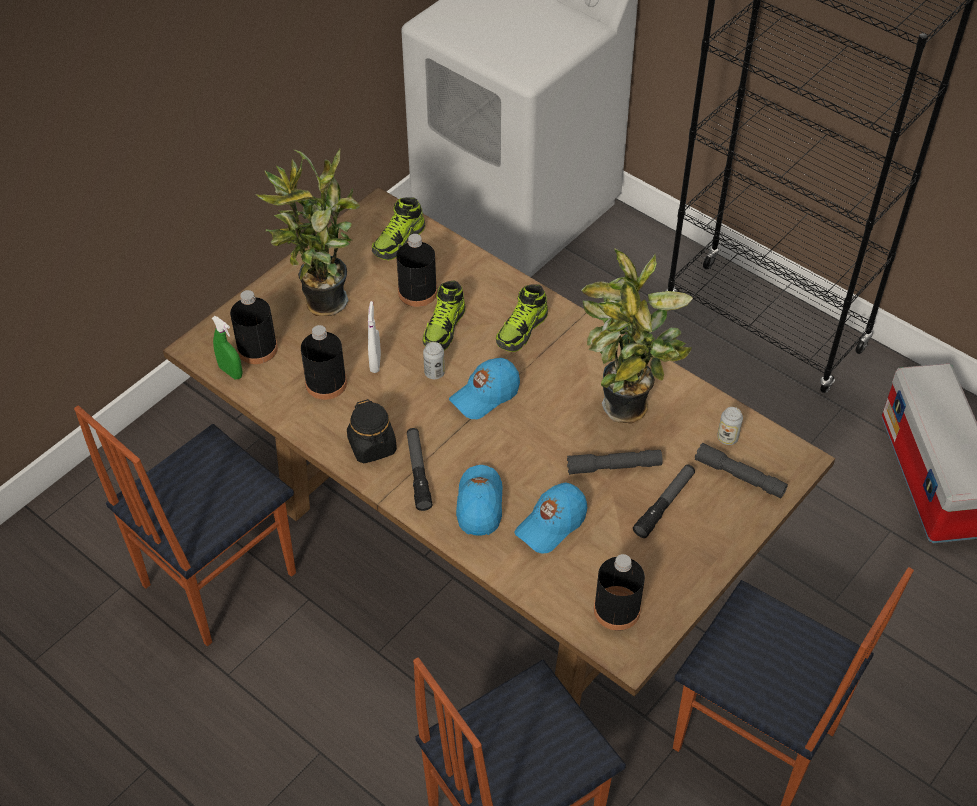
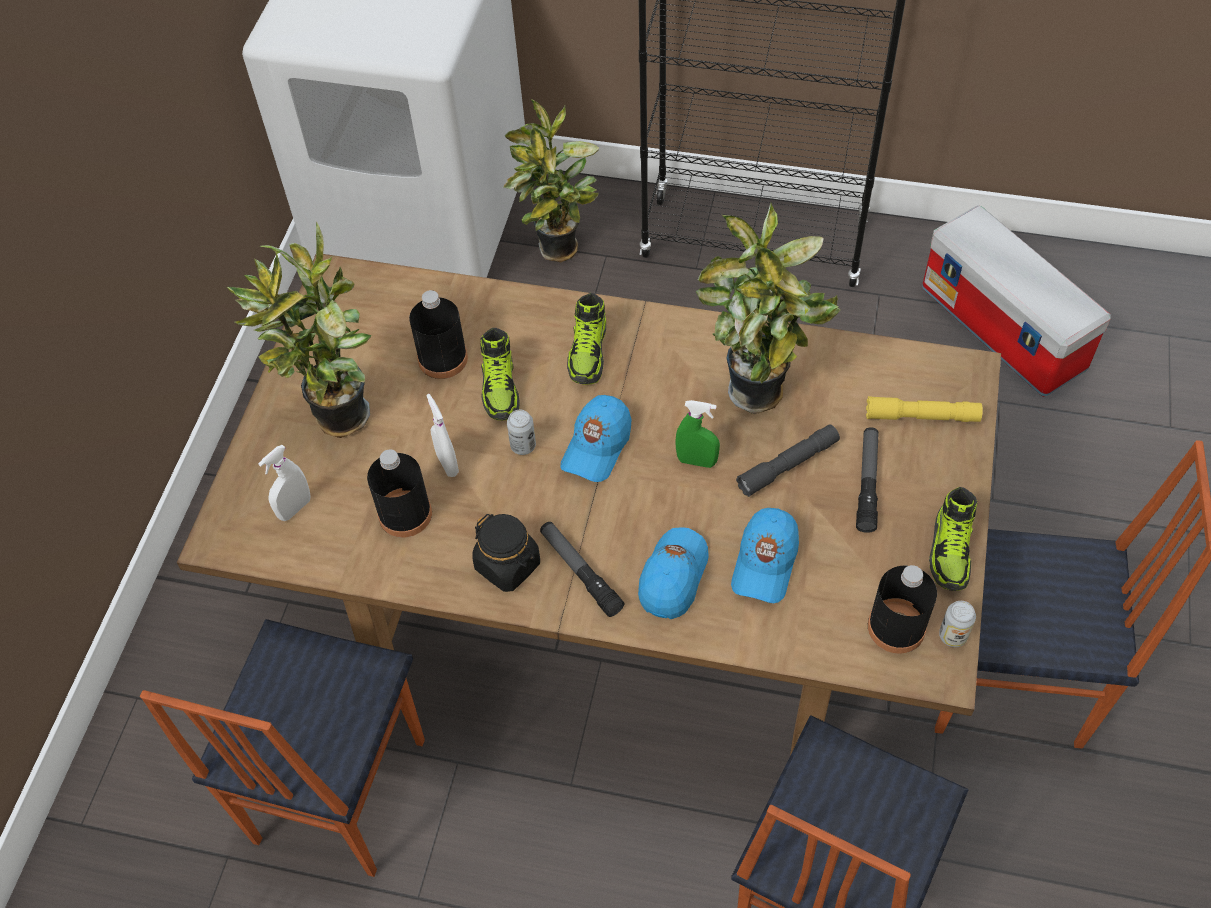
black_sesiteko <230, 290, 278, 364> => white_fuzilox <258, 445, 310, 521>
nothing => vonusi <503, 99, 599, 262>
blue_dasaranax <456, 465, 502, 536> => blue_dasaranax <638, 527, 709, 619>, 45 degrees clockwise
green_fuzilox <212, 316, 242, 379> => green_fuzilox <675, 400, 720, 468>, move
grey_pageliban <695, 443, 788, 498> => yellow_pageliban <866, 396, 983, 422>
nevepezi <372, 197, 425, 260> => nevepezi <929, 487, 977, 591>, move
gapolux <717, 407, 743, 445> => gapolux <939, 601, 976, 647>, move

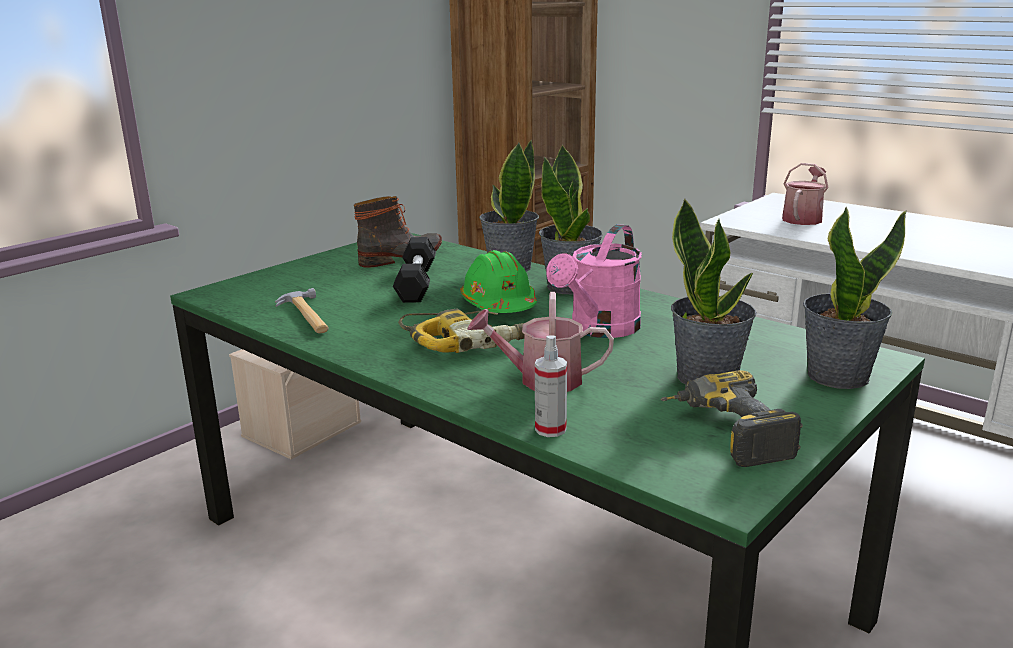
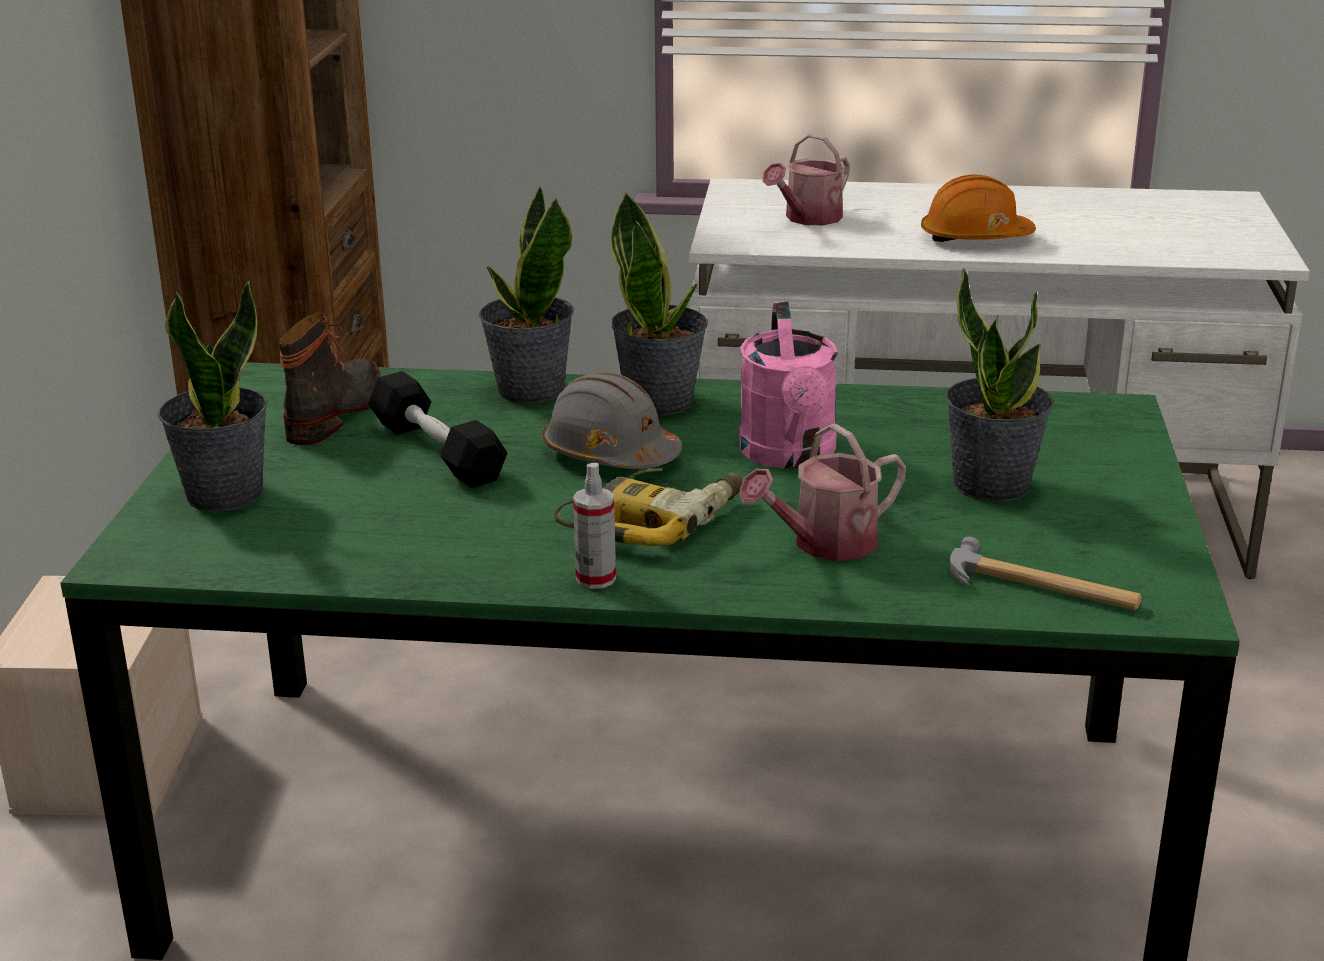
vonusi <803, 206, 907, 389> => vonusi <158, 280, 267, 512>, move
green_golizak <460, 250, 537, 313> => grey_golizak <542, 372, 682, 469>
fuzilox <535, 336, 567, 437> => fuzilox <573, 463, 616, 589>, move
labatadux <782, 163, 829, 225> => labatadux <762, 134, 850, 225>, 135 degrees counterclockwise
nothing => orange_golizak <921, 174, 1036, 242>
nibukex <275, 288, 329, 333> => nibukex <950, 536, 1142, 610>, move
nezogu <660, 370, 803, 467> => nothing

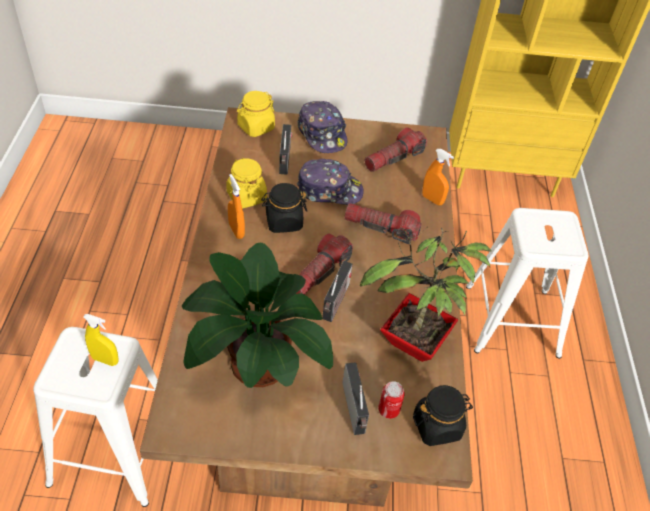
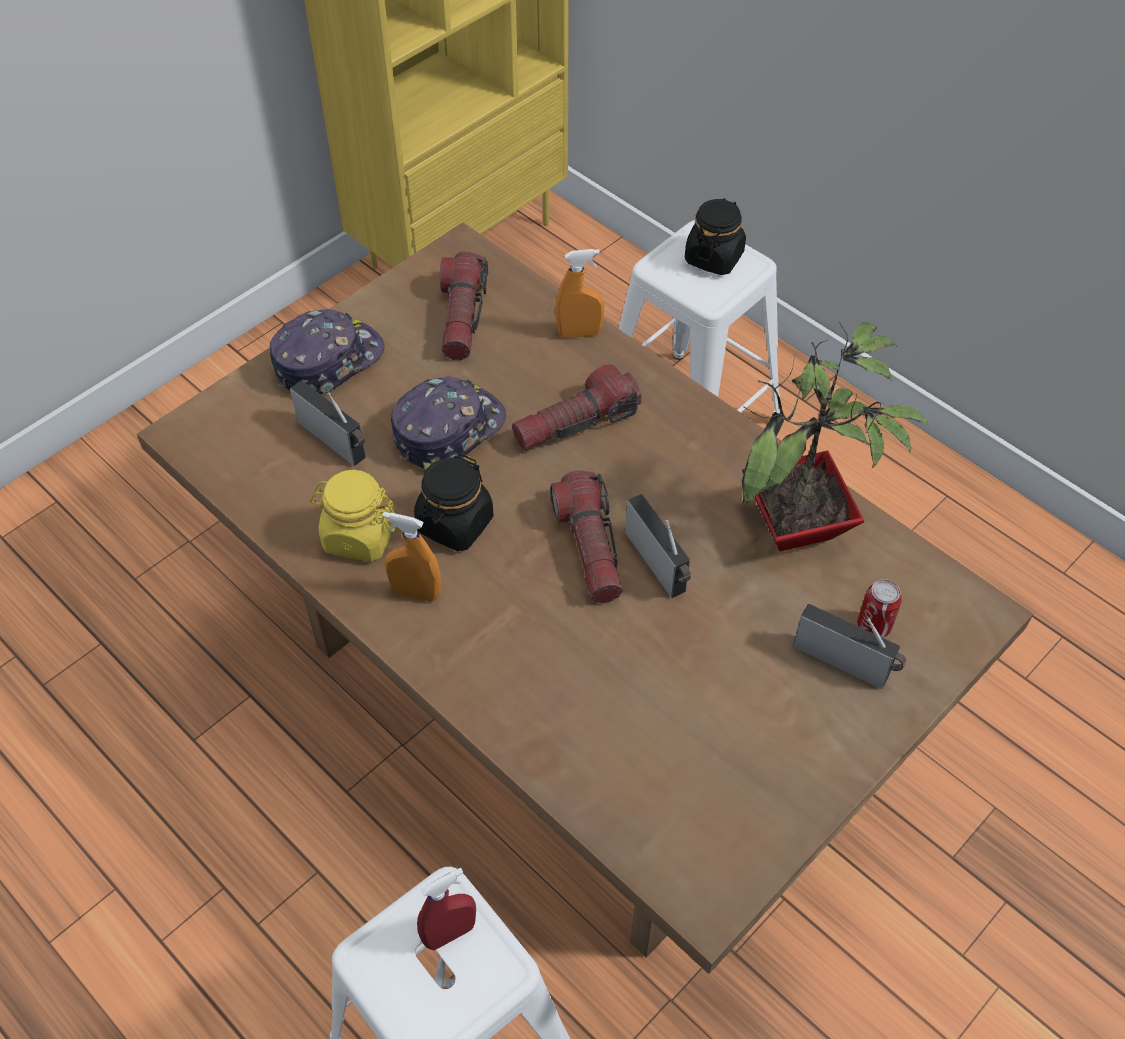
dasaranax <297, 101, 347, 153> => dasaranax <270, 309, 384, 394>, 60 degrees counterclockwise
yellow_fuzilox <83, 314, 118, 366> => red_fuzilox <417, 867, 476, 950>
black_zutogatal <413, 385, 473, 446> => black_zutogatal <685, 198, 746, 275>, move
vonusi <182, 243, 333, 388> => nothing
yellow_zutogatal <237, 91, 275, 137> => nothing

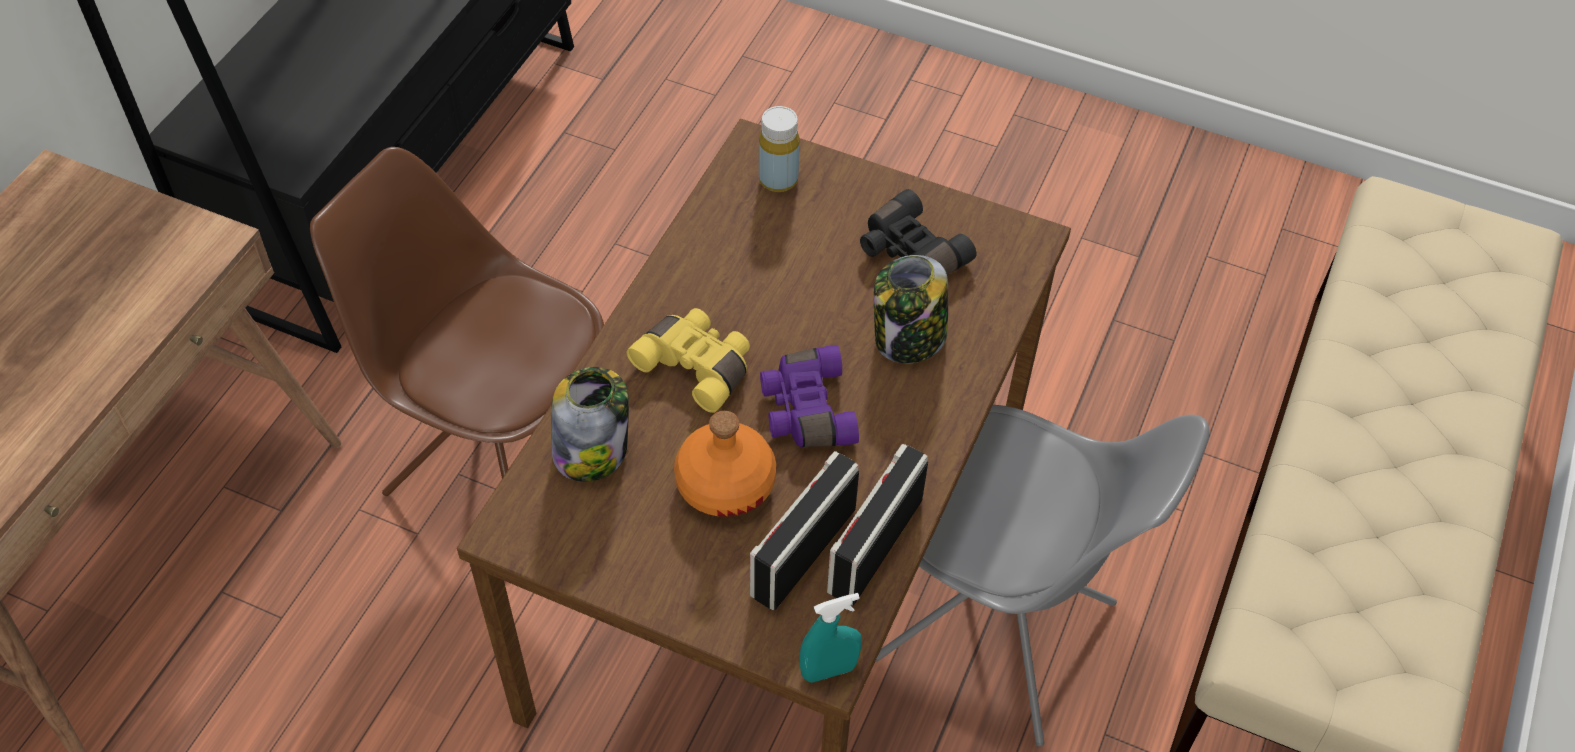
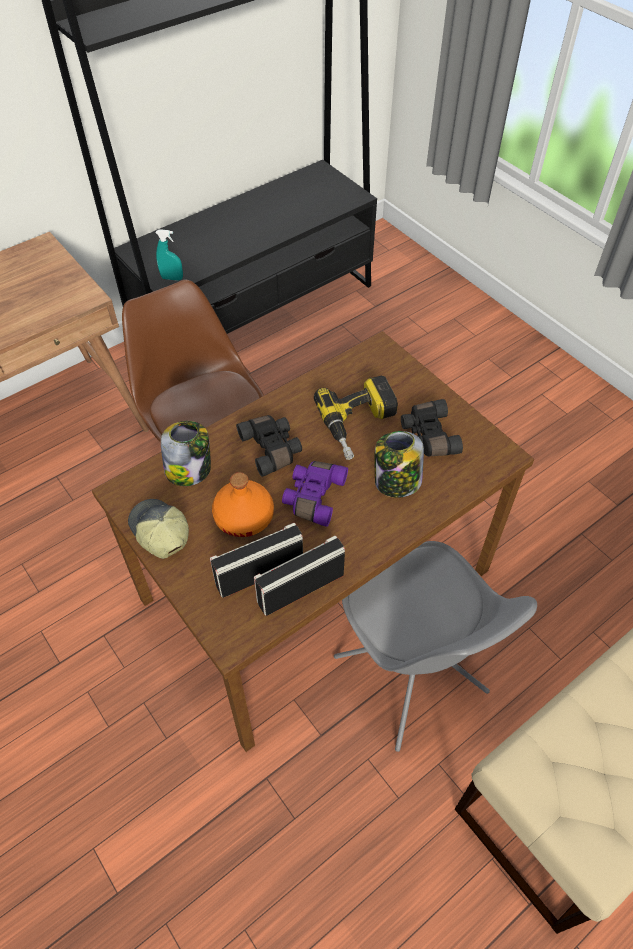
nothing => dasaranax <128, 499, 189, 559>
turquoise_fuzilox <799, 593, 862, 683> => turquoise_fuzilox <155, 229, 183, 281>, move
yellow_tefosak <627, 308, 750, 413> => black_tefosak <236, 415, 302, 477>
nothing => nezogu <314, 376, 398, 460>
yellow_sesiteko <759, 106, 800, 192> => nothing

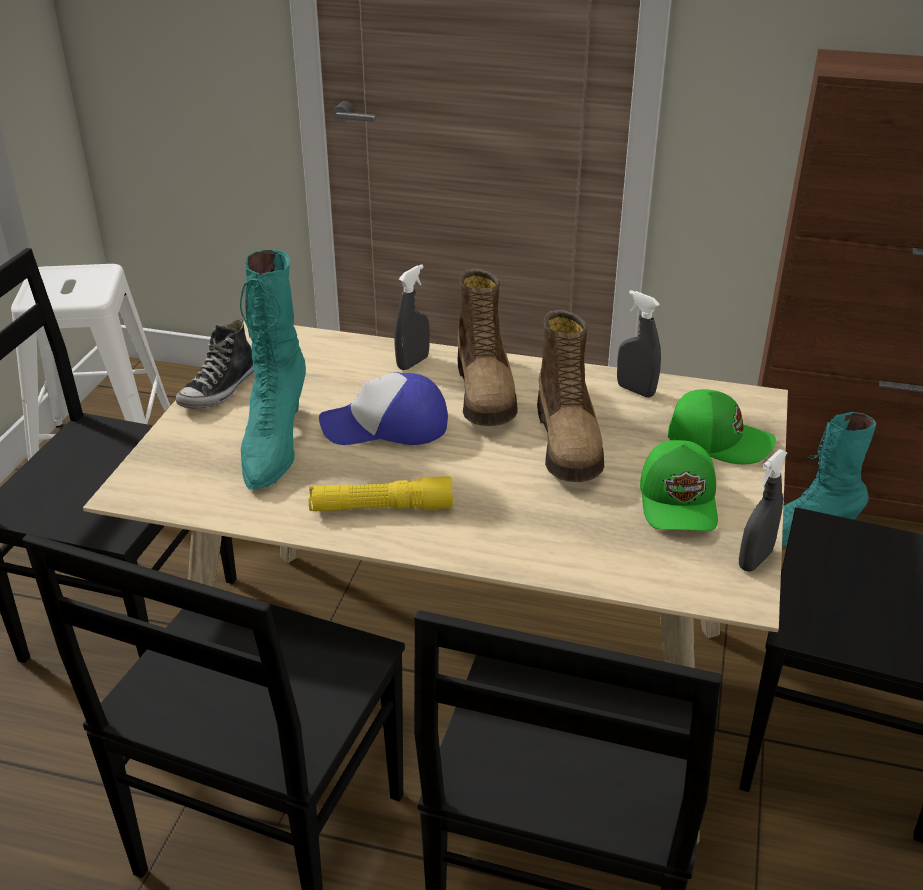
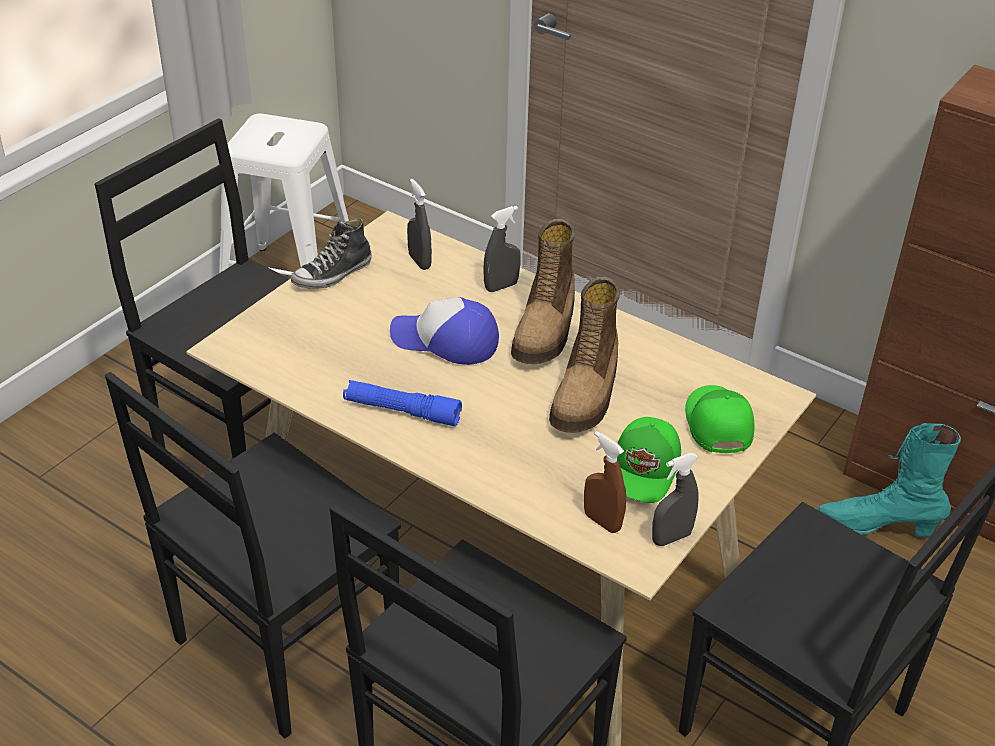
yellow_pageliban <309, 476, 453, 511> => blue_pageliban <343, 380, 462, 426>
grey_fuzilox <617, 290, 661, 398> => grey_fuzilox <407, 179, 432, 270>, move
nothing => brown_fuzilox <584, 431, 626, 533>
green_dasaranax <668, 389, 776, 464> => green_dasaranax <685, 385, 755, 453>, 135 degrees counterclockwise
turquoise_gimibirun <240, 249, 306, 489> => nothing

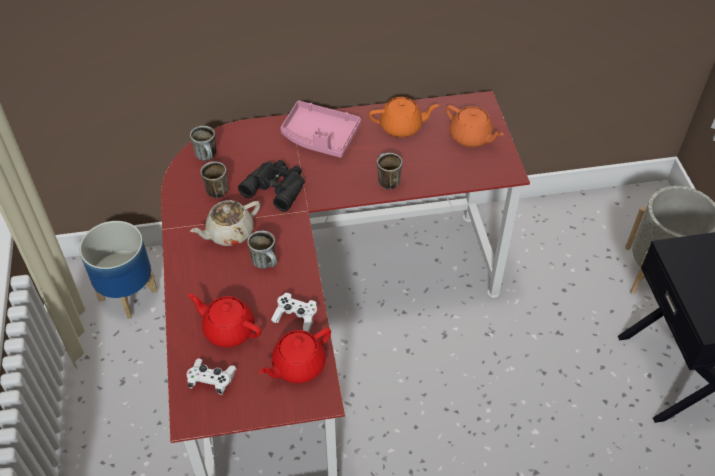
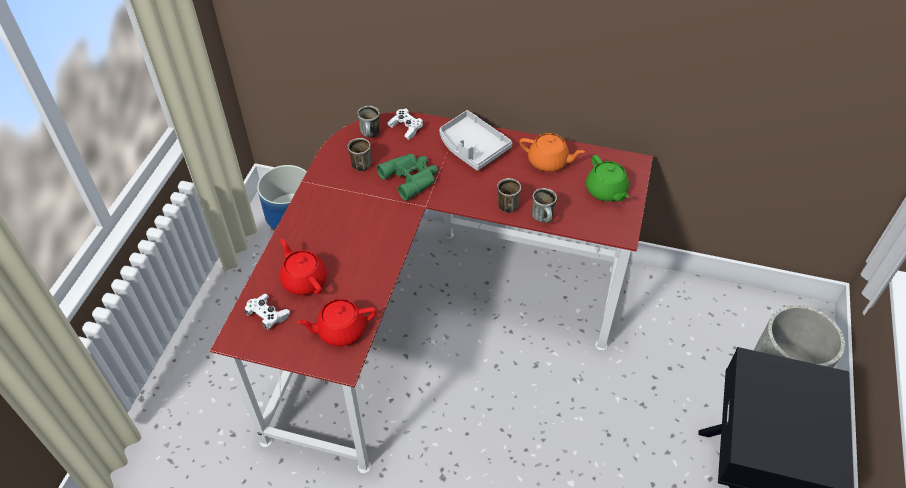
black_tefosak <238, 160, 305, 212> => green_tefosak <377, 154, 438, 201>
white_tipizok <271, 293, 317, 332> => white_tipizok <387, 108, 424, 140>, move
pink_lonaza <280, 101, 361, 158> => grey_lonaza <439, 110, 512, 171>
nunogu <247, 231, 277, 269> => nunogu <532, 188, 557, 223>, move
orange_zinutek <446, 105, 504, 147> => green_zinutek <586, 155, 629, 201>
beige_zinutek <190, 200, 260, 246> => nothing

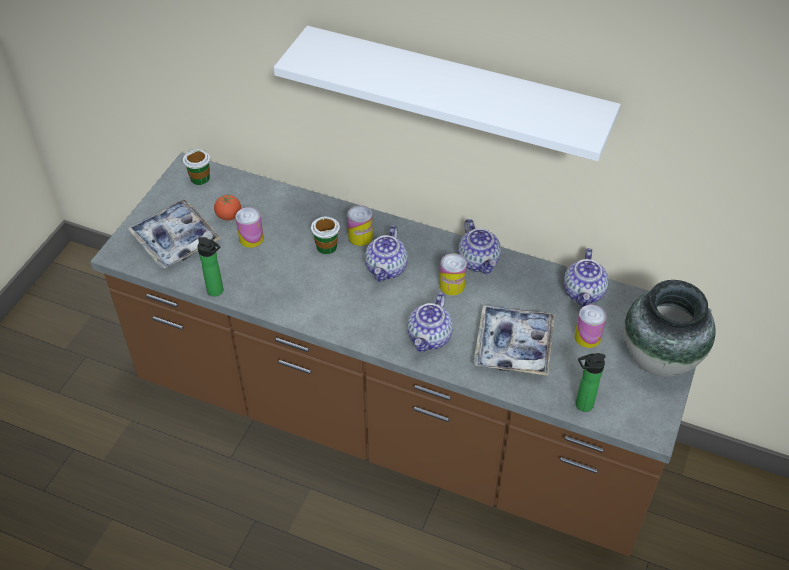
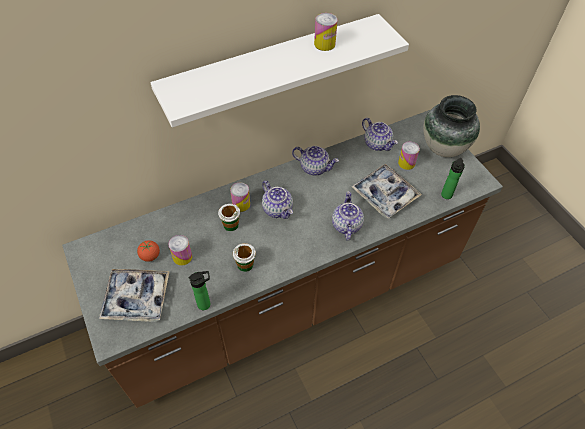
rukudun <183, 149, 210, 185> => rukudun <233, 243, 256, 272>, move
gapolux <439, 253, 467, 296> => gapolux <314, 13, 338, 51>, move
zinutek <407, 292, 453, 352> => zinutek <332, 191, 364, 241>, 150 degrees counterclockwise

